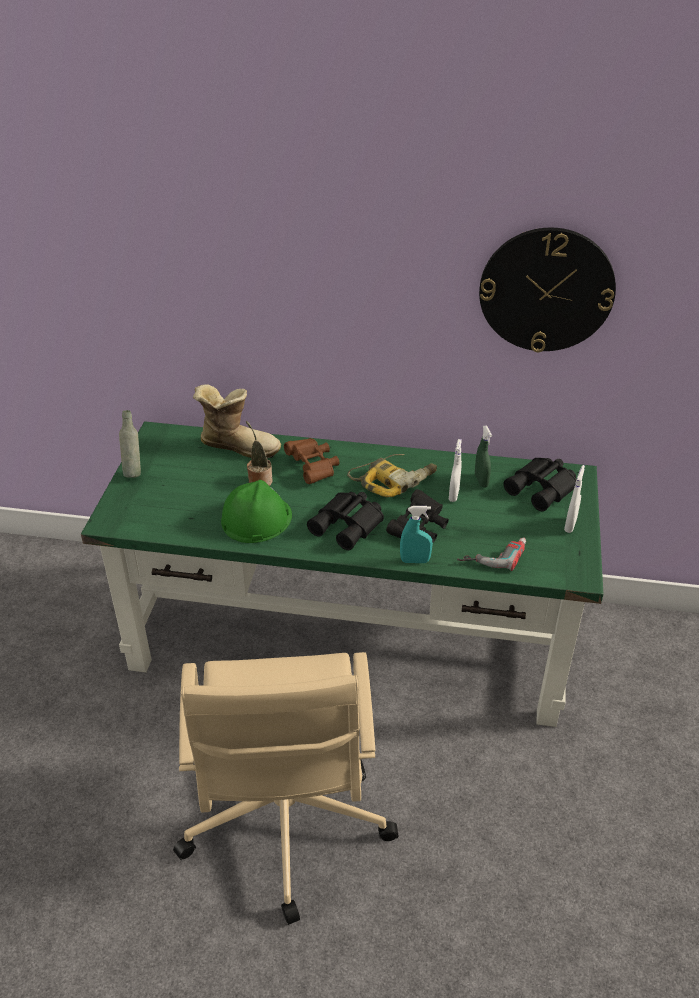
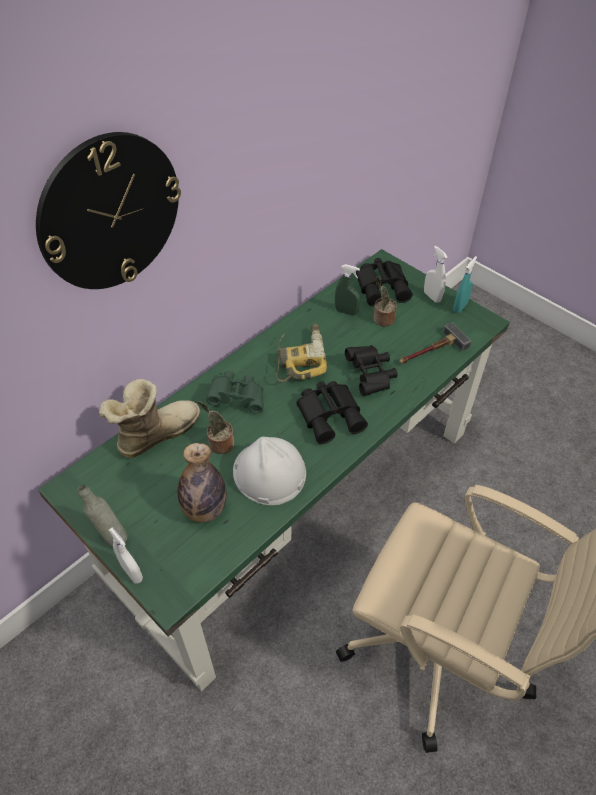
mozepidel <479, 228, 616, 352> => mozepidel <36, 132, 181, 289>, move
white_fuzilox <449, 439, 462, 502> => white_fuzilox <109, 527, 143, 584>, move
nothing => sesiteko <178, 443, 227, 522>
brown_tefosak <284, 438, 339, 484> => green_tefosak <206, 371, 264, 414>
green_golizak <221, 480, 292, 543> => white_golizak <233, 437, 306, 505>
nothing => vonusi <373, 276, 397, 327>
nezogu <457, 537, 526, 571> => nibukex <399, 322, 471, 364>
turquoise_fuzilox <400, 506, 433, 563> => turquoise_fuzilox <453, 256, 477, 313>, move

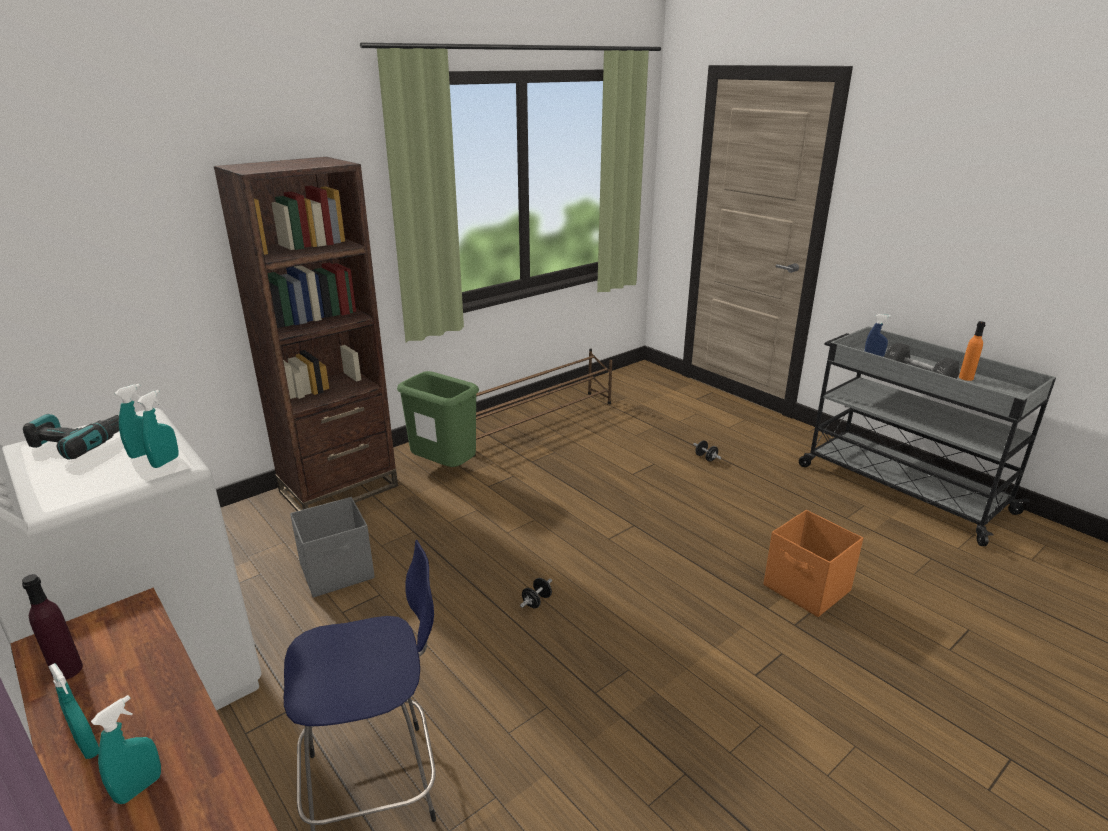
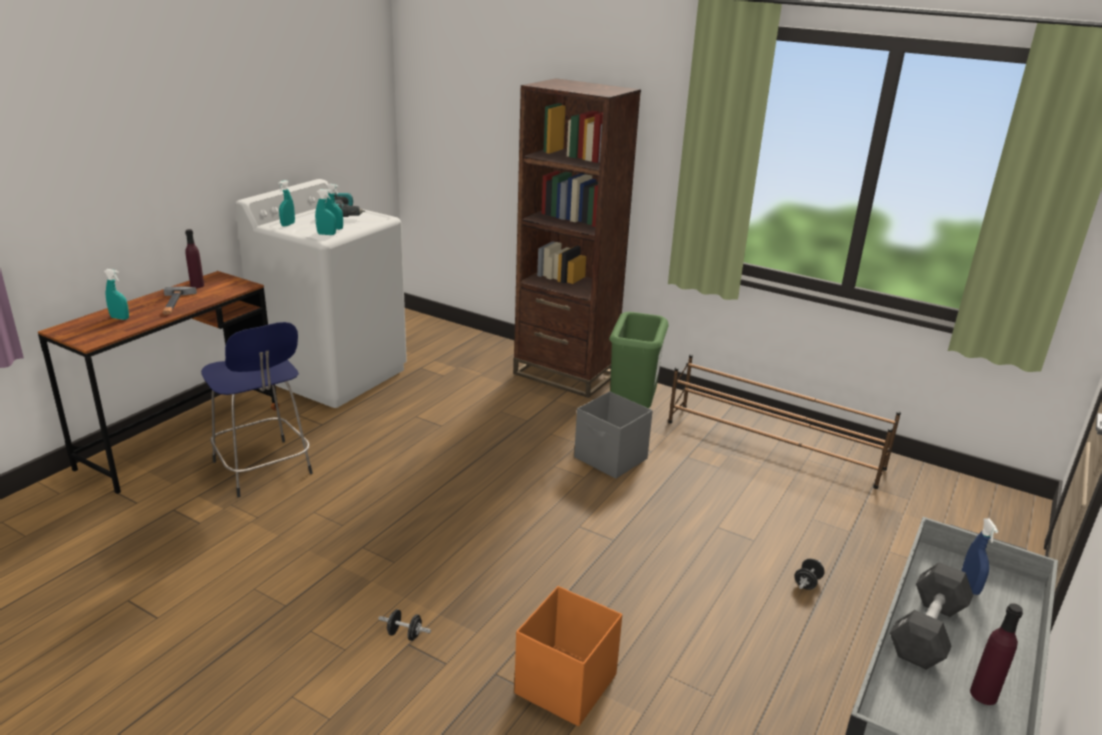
nothing => nibukex <163, 286, 197, 314>
turquoise_fuzilox <48, 663, 99, 759> => turquoise_fuzilox <278, 180, 295, 227>, move
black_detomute <520, 578, 552, 608> => black_detomute <378, 609, 431, 641>, move
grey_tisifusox <290, 497, 375, 598> => grey_tisifusox <574, 391, 653, 479>, move
orange_sesiteko <959, 321, 986, 381> => purple_sesiteko <970, 603, 1023, 705>

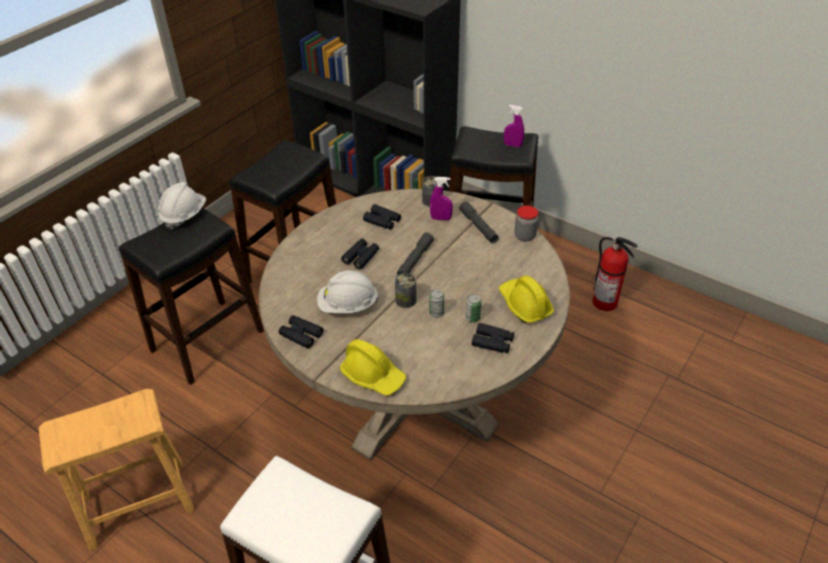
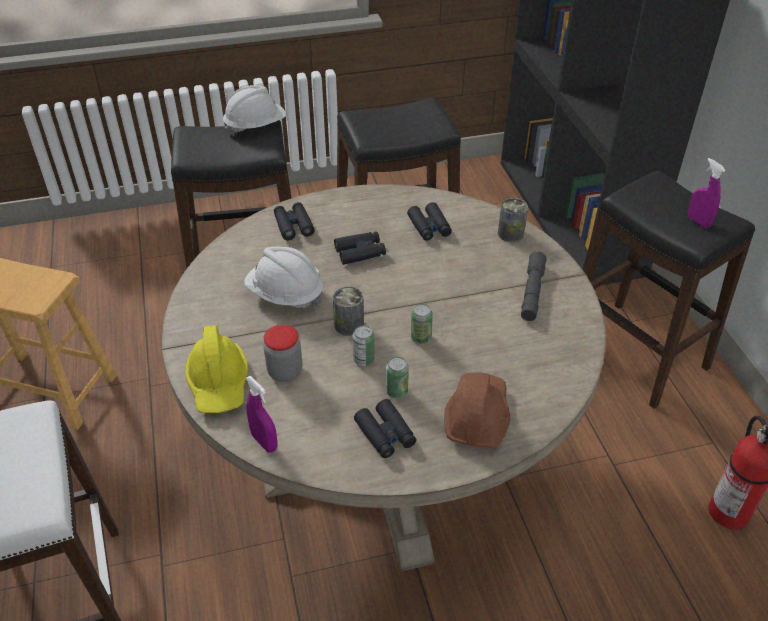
purple_fuzilox <430, 177, 453, 221> => purple_fuzilox <246, 376, 278, 452>, move
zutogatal <514, 206, 538, 242> => zutogatal <263, 325, 302, 382>, move
black_tefosak <279, 315, 324, 349> => black_tefosak <274, 202, 315, 241>, move
nothing => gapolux <411, 304, 433, 344>
yellow_golizak <499, 275, 554, 323> => brown_golizak <444, 372, 510, 448>
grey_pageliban <397, 232, 434, 275> => nothing

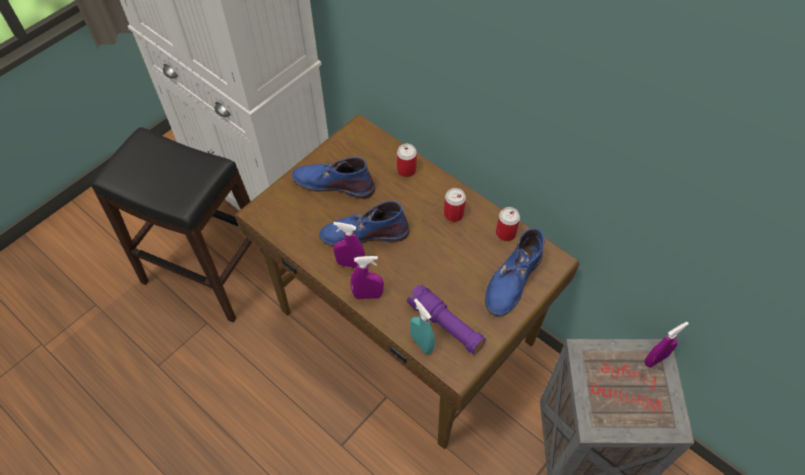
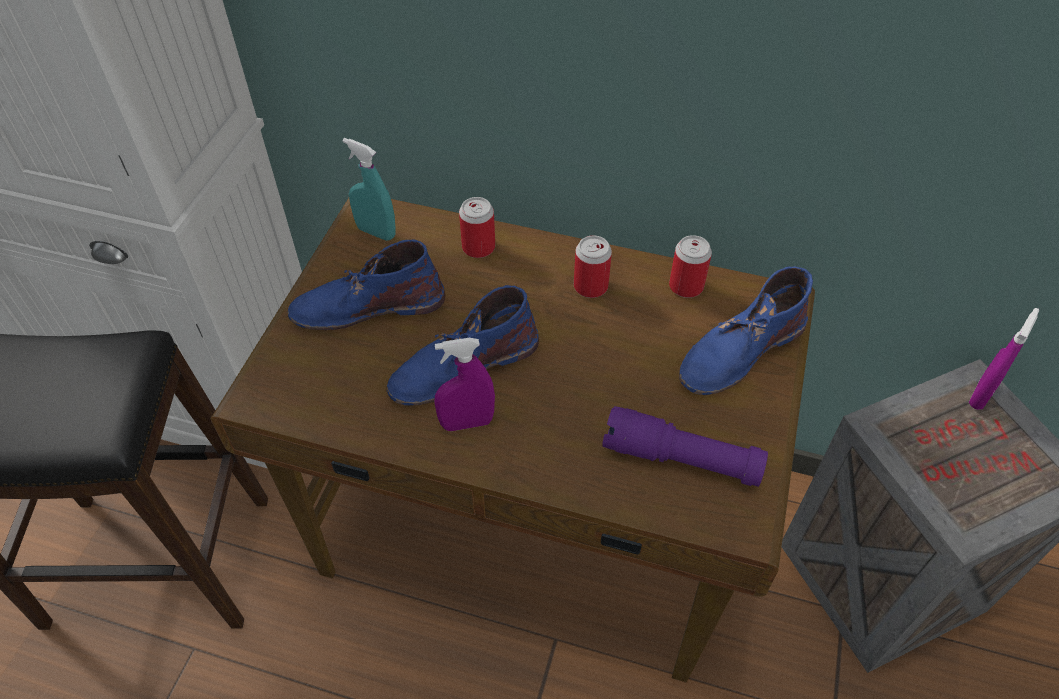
turquoise_fuzilox <410, 299, 435, 354> => turquoise_fuzilox <343, 138, 395, 241>, move
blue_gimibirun <485, 228, 545, 316> => blue_gimibirun <679, 266, 813, 395>, 45 degrees clockwise
purple_fuzilox <350, 256, 384, 299> => nothing

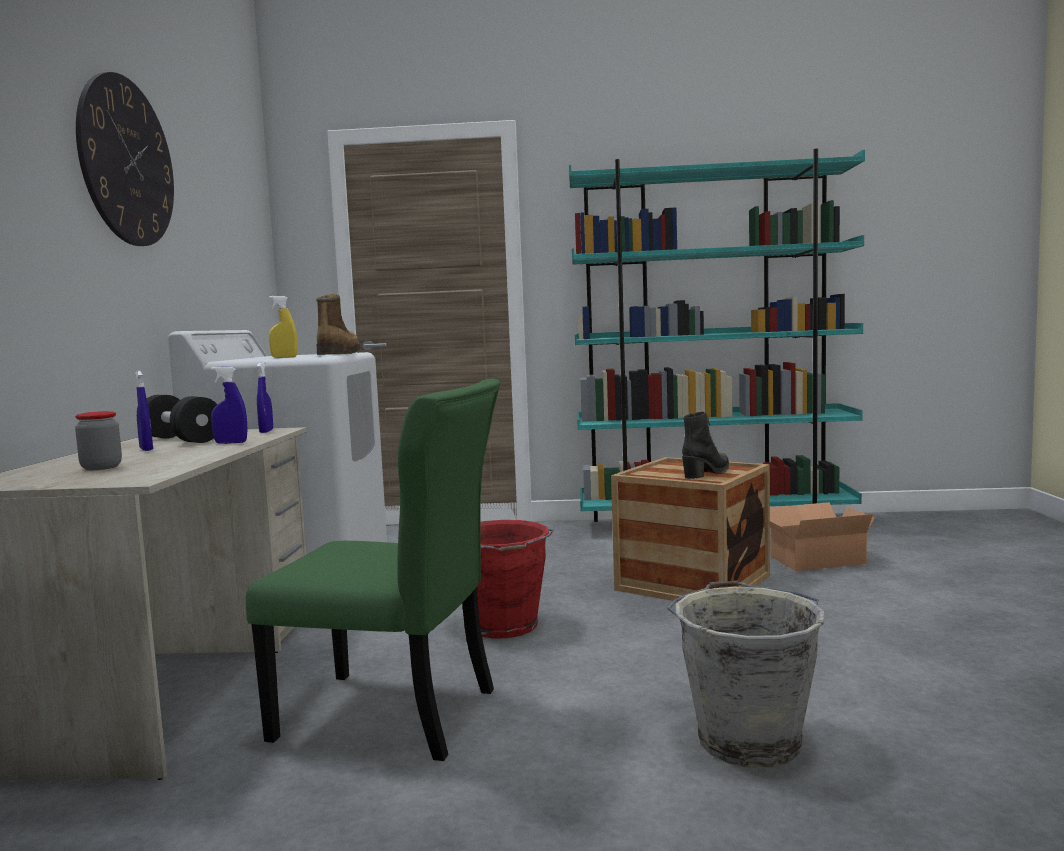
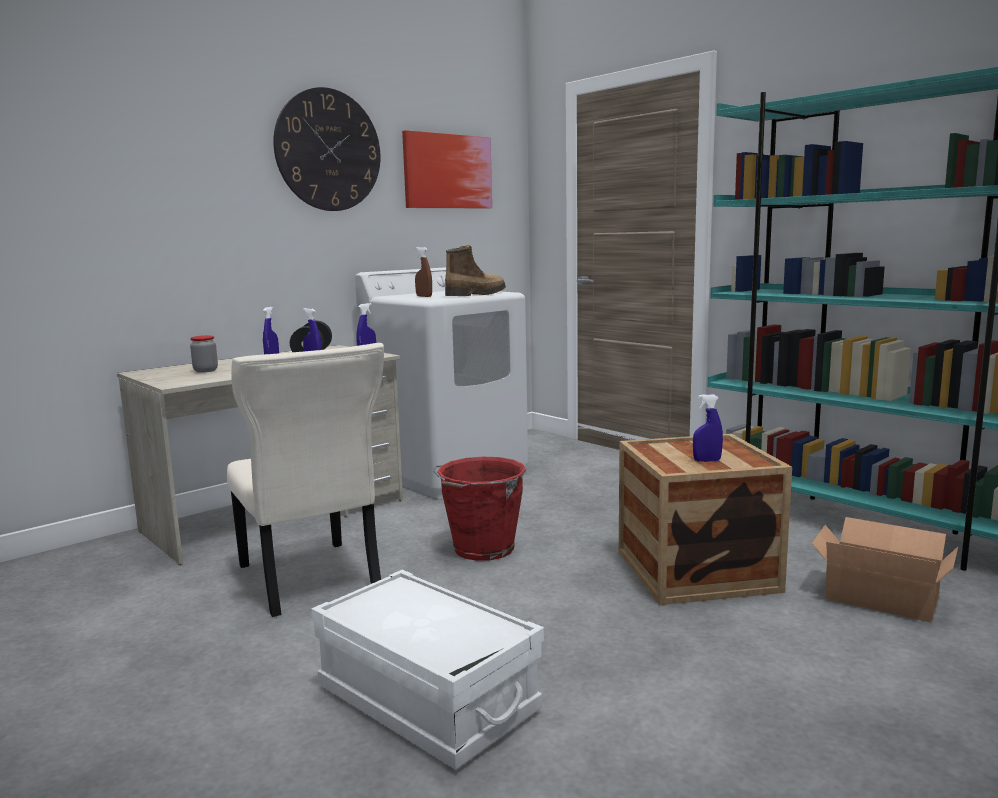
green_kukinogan <246, 379, 500, 761> => beige_kukinogan <227, 343, 384, 617>
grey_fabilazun <667, 580, 825, 768> => white_tisifusox <312, 570, 544, 770>
nothing => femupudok <402, 130, 492, 208>
yellow_fuzilox <269, 296, 298, 358> => brown_fuzilox <415, 247, 432, 297>
black_gimibirun <682, 411, 729, 479> => blue_fuzilox <693, 394, 723, 462>

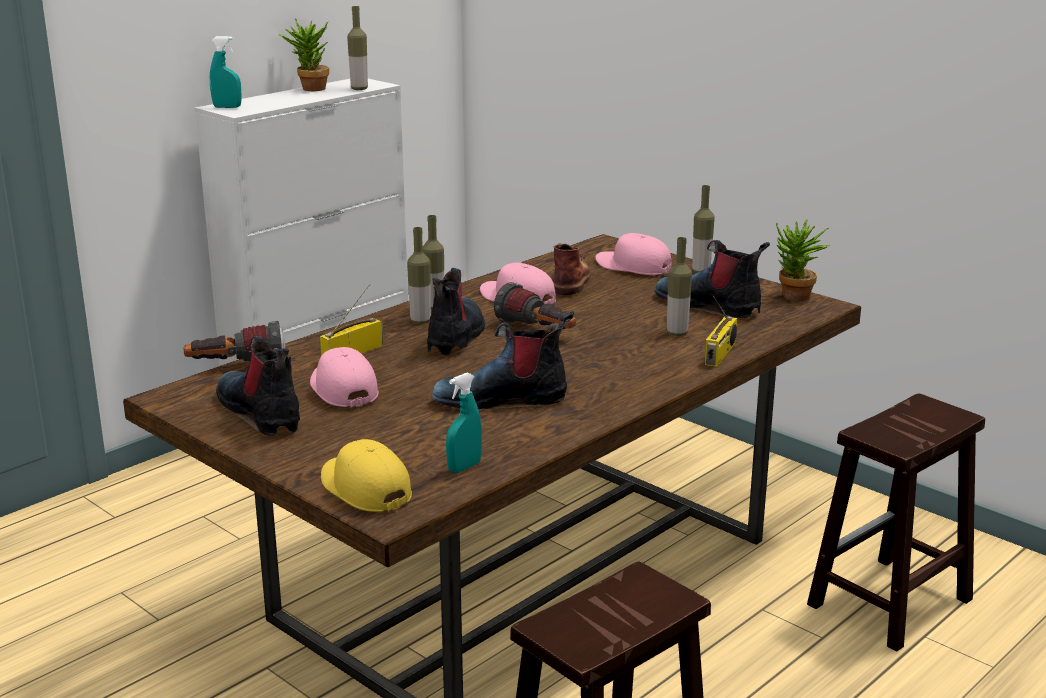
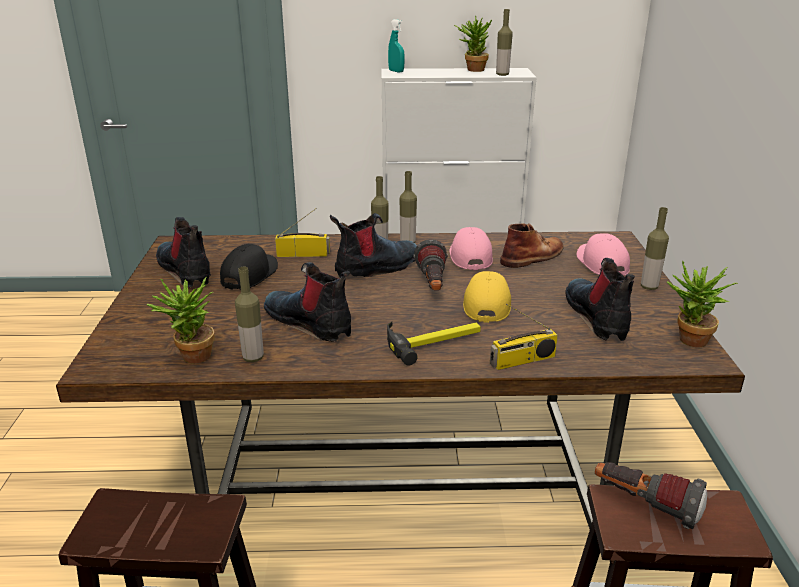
turquoise_fuzilox <446, 373, 482, 473> => vonusi <147, 277, 215, 363>
gimibirun <216, 336, 300, 436> => gimibirun <156, 217, 211, 288>, 45 degrees counterclockwise
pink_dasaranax <310, 347, 379, 408> => black_dasaranax <220, 244, 278, 290>
sesiteko <667, 237, 692, 336> => sesiteko <235, 267, 264, 362>, move
nothing => nibukex <387, 321, 481, 366>
yellow_dasaranax <321, 439, 412, 512> => yellow_dasaranax <463, 271, 511, 323>, move
pageliban <184, 321, 285, 361> => pageliban <595, 462, 707, 529>, move

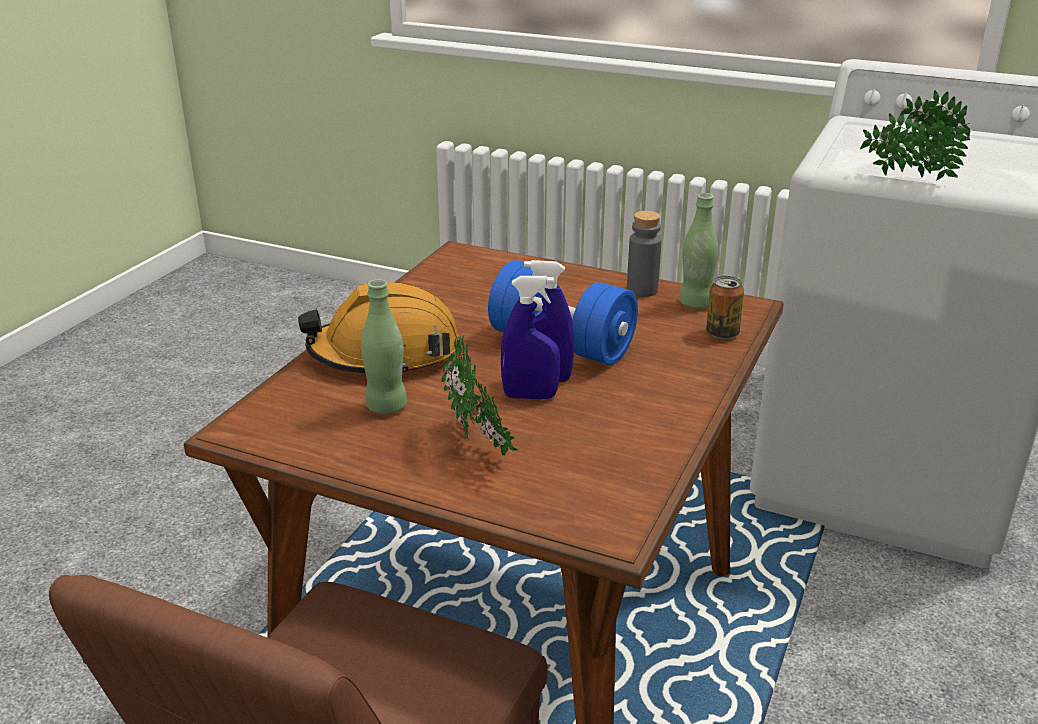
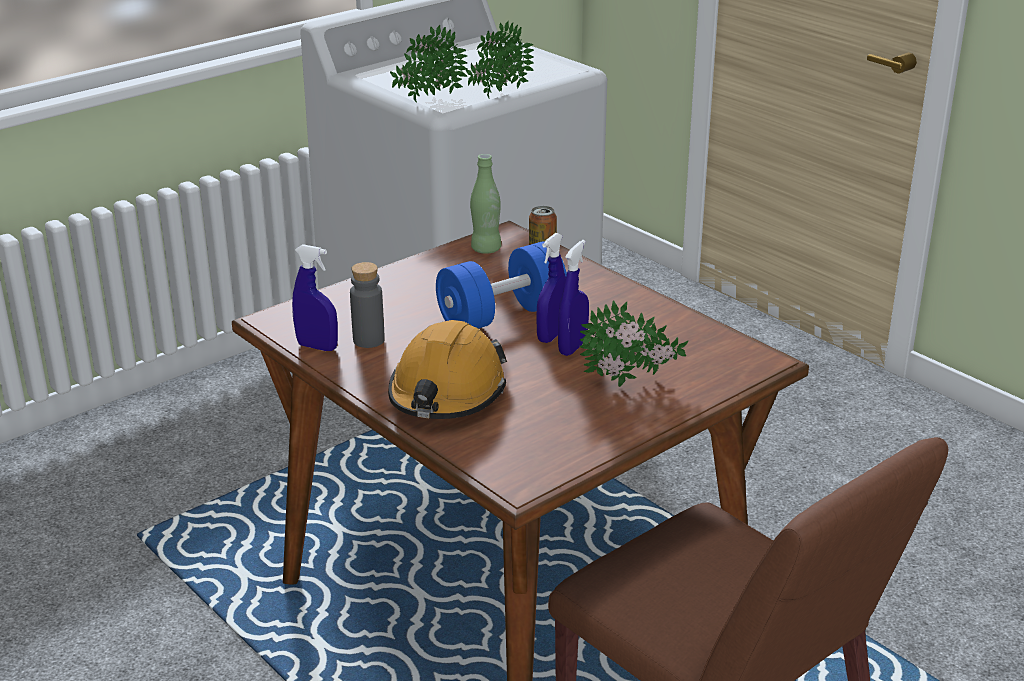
nothing => blue_fuzilox <292, 244, 338, 351>
grey_sesiteko <627, 211, 662, 297> => grey_sesiteko <350, 262, 385, 348>, move
nothing => vonusi <390, 25, 467, 102>
green_sesiteko <361, 279, 407, 414> => nothing

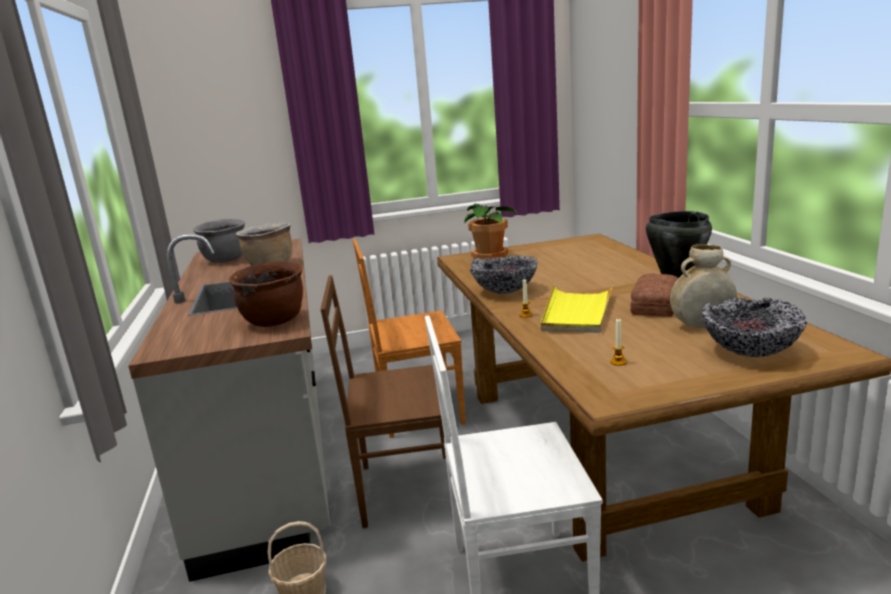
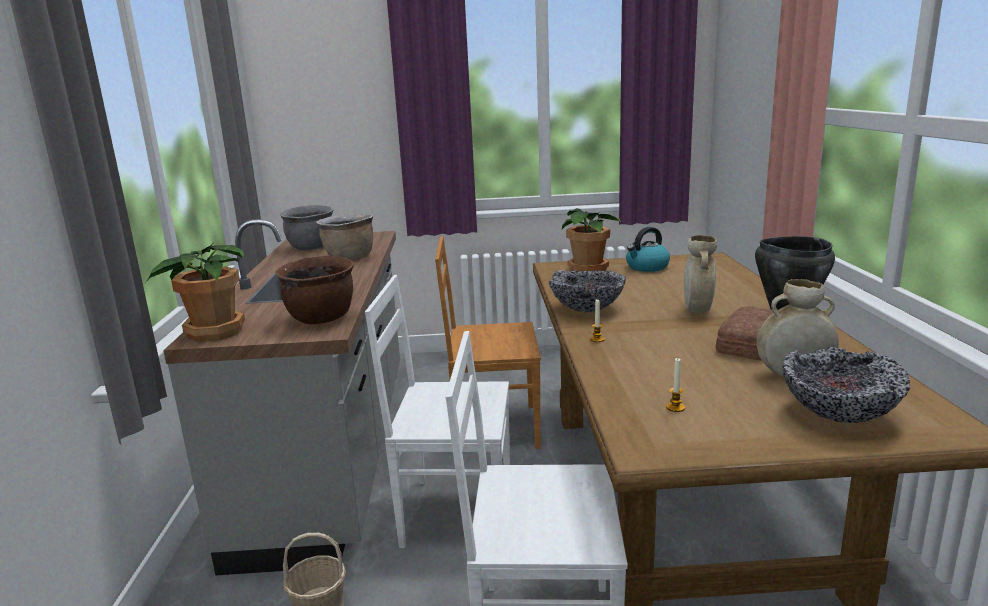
nothing => vonusi <146, 244, 245, 342>
brown_kukinogan <320, 275, 451, 528> => white_kukinogan <365, 275, 510, 548>
nothing => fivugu <626, 227, 670, 272>
nothing => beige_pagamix <684, 235, 717, 313>
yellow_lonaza <541, 285, 613, 333> => nothing

